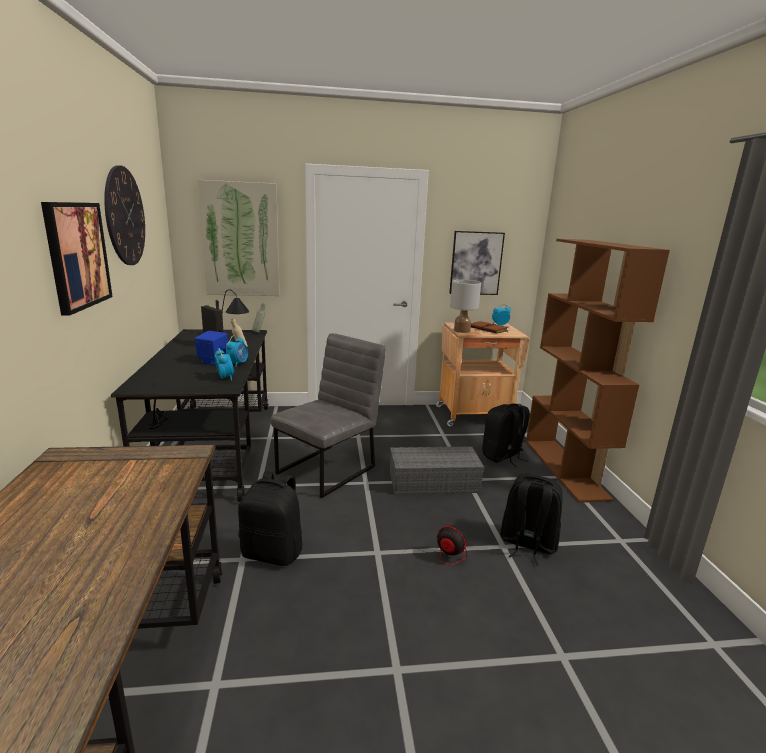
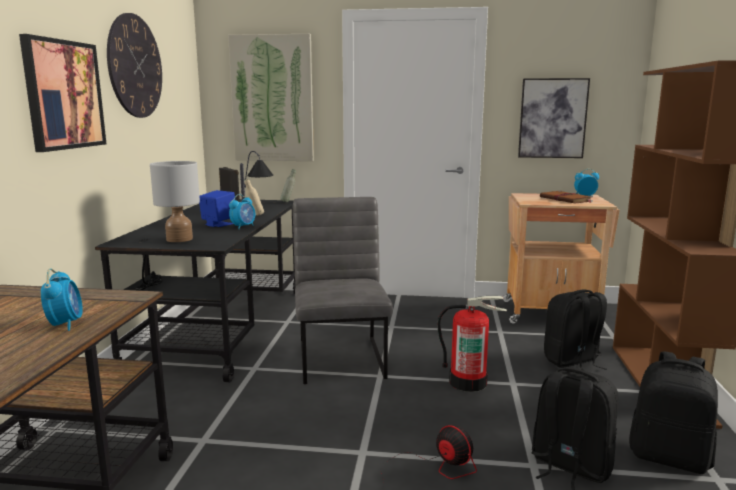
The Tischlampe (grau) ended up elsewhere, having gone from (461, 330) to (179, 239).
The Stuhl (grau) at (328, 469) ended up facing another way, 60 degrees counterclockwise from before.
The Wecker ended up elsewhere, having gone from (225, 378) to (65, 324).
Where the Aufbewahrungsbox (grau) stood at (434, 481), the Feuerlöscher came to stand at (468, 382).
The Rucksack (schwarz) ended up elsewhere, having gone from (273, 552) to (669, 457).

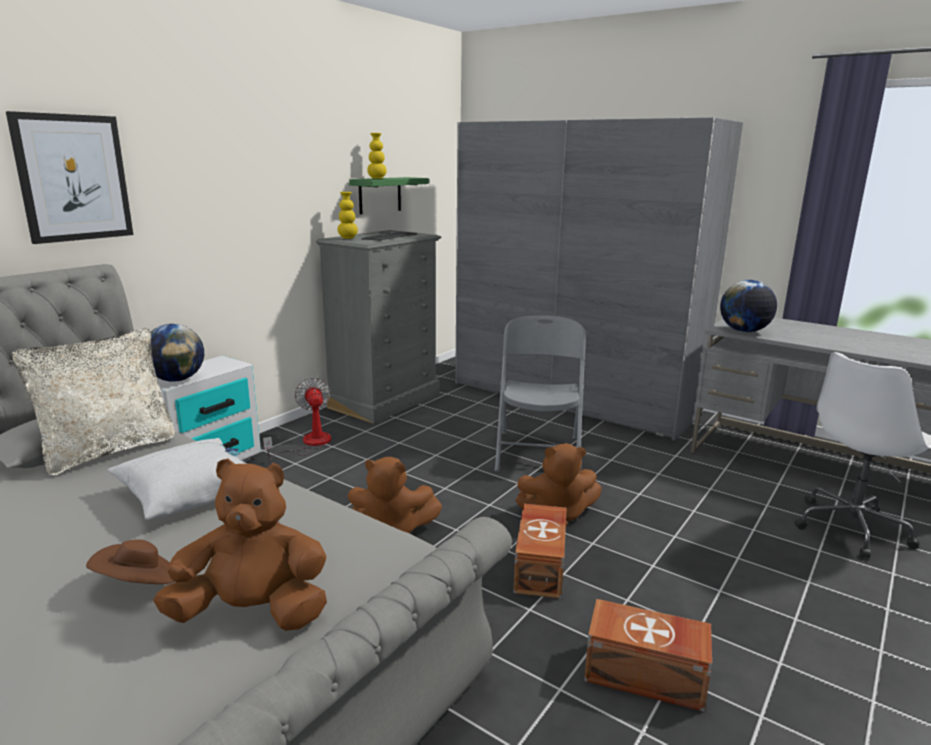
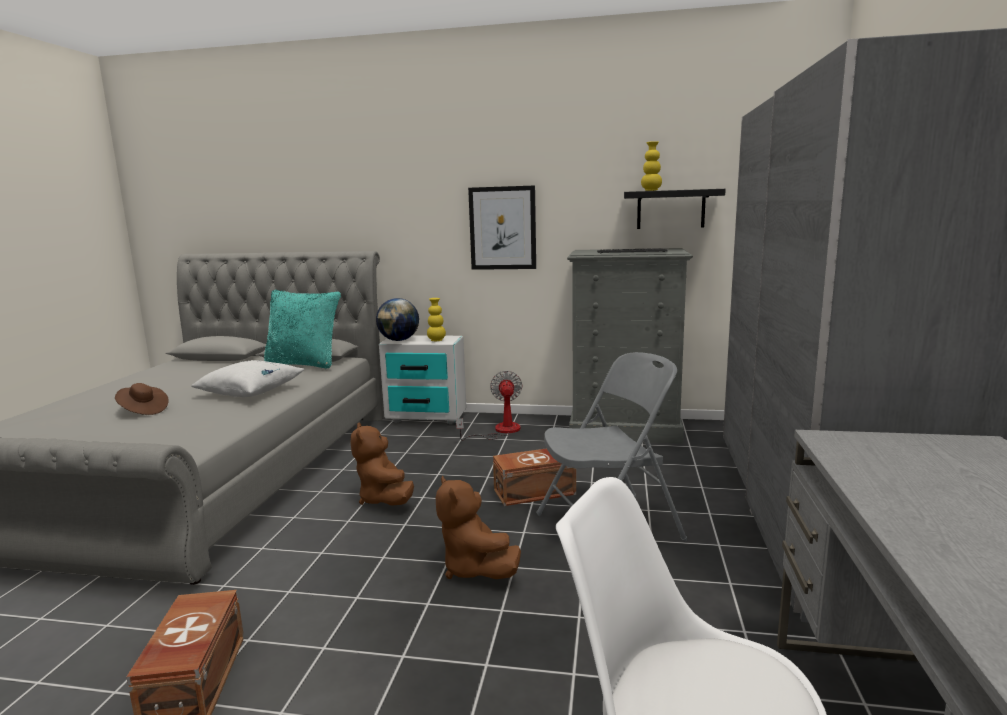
The Bild ended up elsewhere, having gone from (73, 178) to (503, 228).
What was the Wandregal (grün) at (380, 195) turned into the Wandregal (schwarz) at (670, 209).
The Vase (gelb) ended up elsewhere, having gone from (348, 238) to (436, 340).
The second view lost the Globus at (744, 331).
What was the Kissen (beige) at (112, 452) turned into the Kissen (türkis) at (304, 366).
The Ventilator at (309, 444) ended up facing another way, 45 degrees counterclockwise from before.
The second view lost the Plüschtier (braun) at (253, 613).
The Aufbewahrungsbox (braun) ended up elsewhere, having gone from (541, 566) to (536, 492).

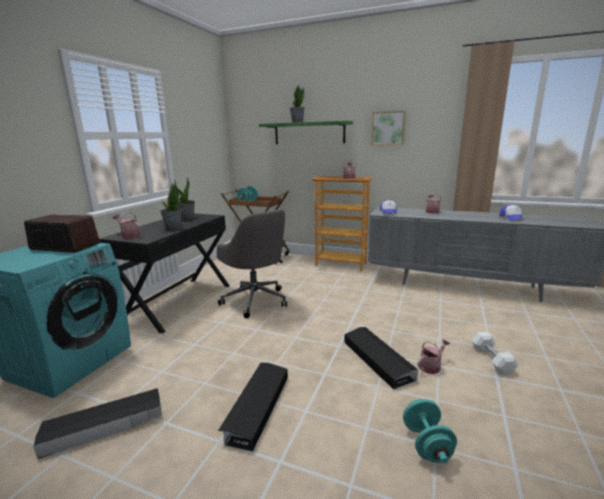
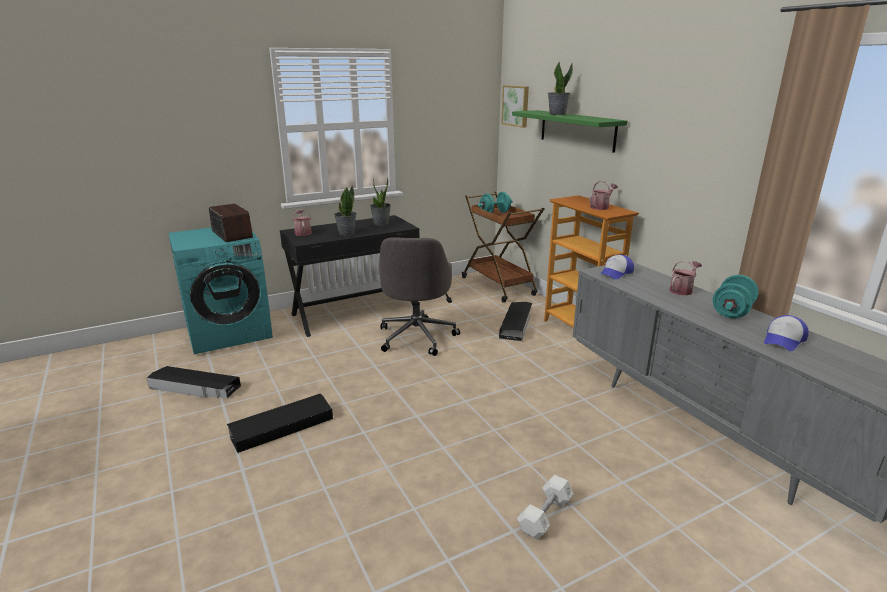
The Bild ended up elsewhere, having gone from (388, 128) to (516, 106).
The Aufbewahrungsbox (schwarz) ended up elsewhere, having gone from (377, 360) to (516, 324).
The second view lost the Gießkanne at (431, 366).
The Hantel (türkis) ended up elsewhere, having gone from (426, 444) to (732, 312).

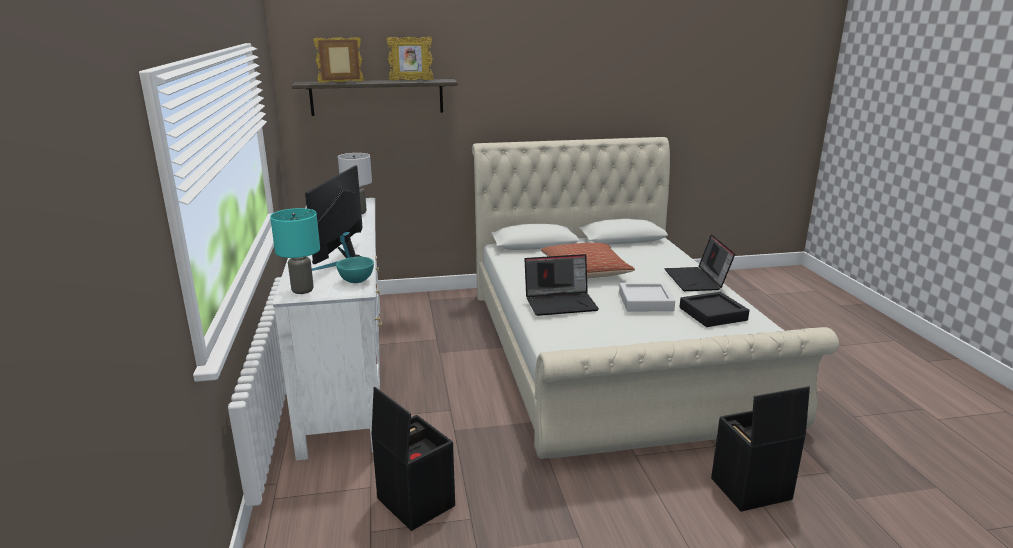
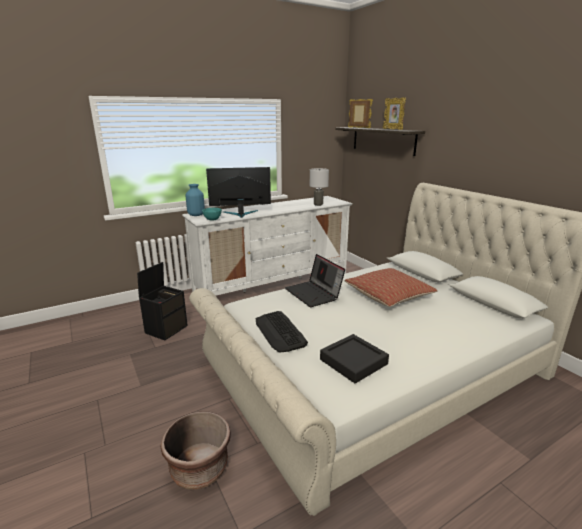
Where the Tischlampe (türkis) stood at (301, 291), the Vase (blau) came to stand at (196, 215).
The second view lost the Laptop at (697, 280).
The second view lost the Tablett (grau) at (645, 301).
Where the Aufbewahrungsbox (schwarz) stood at (750, 490), the Pflanzkübel (braun) came to stand at (199, 469).
The second view gained the Tastatur at (279, 332).

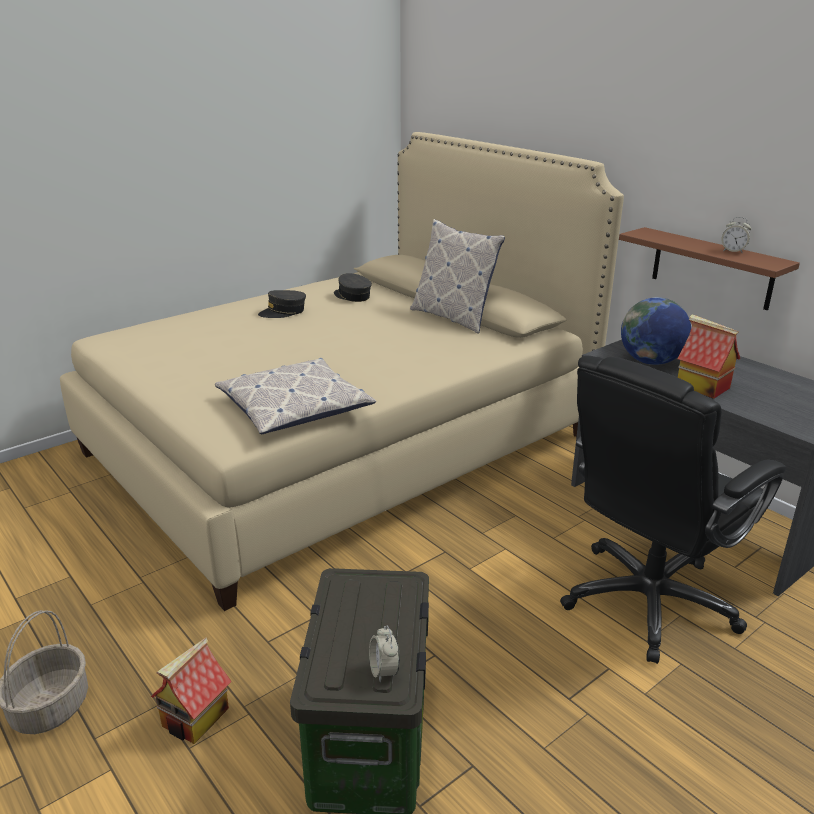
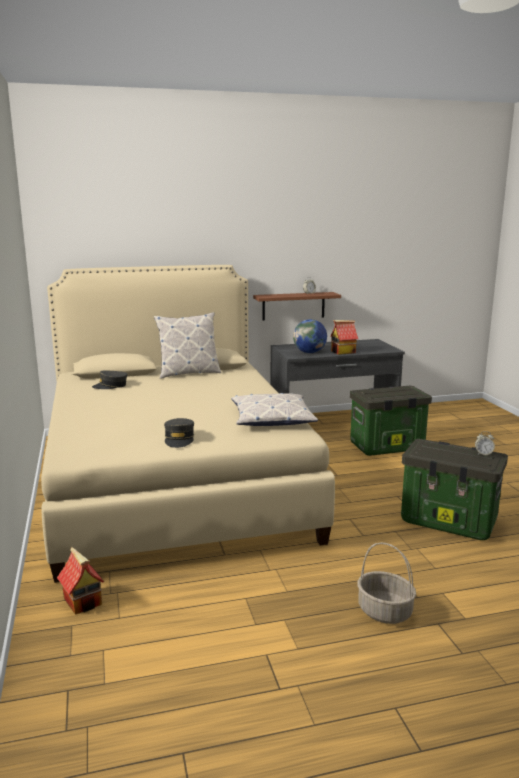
The Kappe (grau) ended up elsewhere, having gone from (283, 312) to (179, 439).
Where the Bürostuhl (schwarz) stood at (648, 600), the Aufbewahrungsbox came to stand at (386, 447).
The Spielzeughaus ended up elsewhere, having gone from (195, 718) to (83, 601).

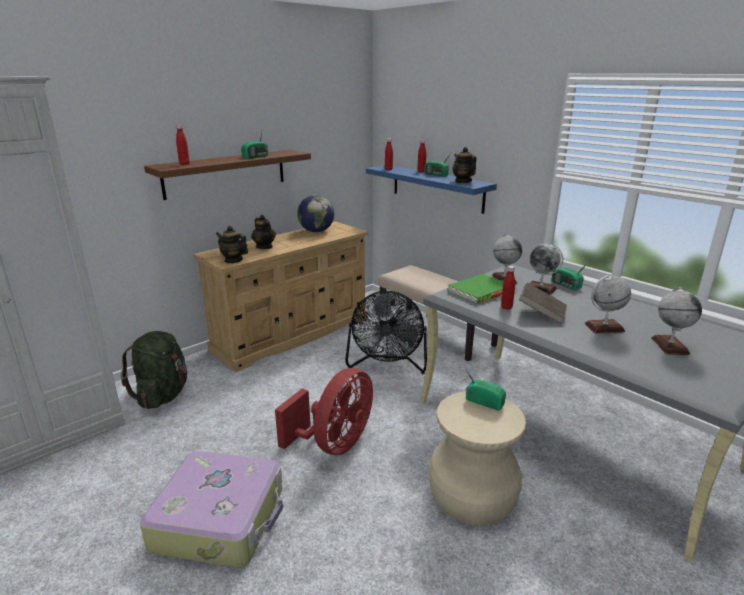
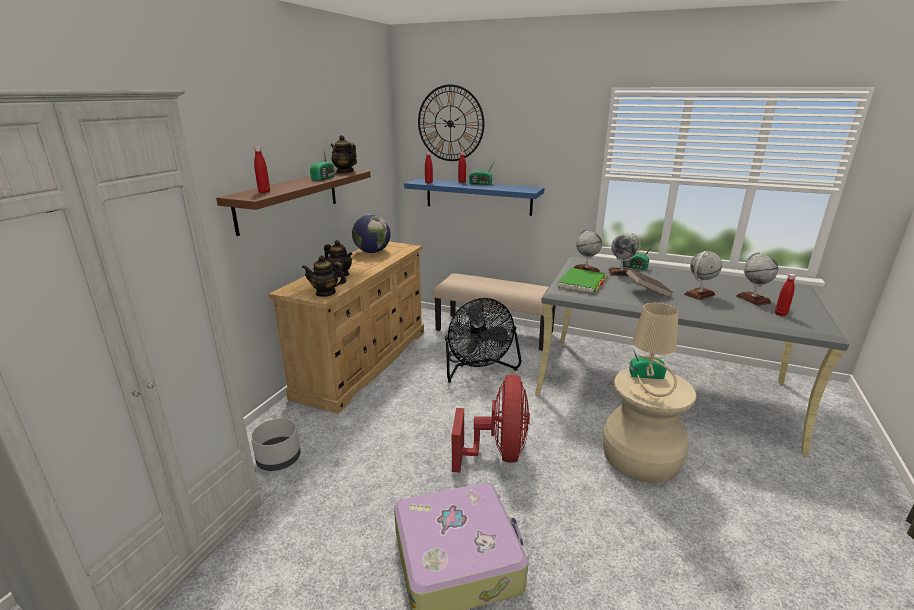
The Teekanne ended up elsewhere, having gone from (463, 181) to (345, 172).
The Flasche (rot) ended up elsewhere, having gone from (506, 307) to (780, 314).
Where the Rucksack (grün) stood at (163, 395), the Pflanzkübel (grau) came to stand at (278, 459).
The second view gained the Wanduhr at (450, 123).
The second view gained the Tischlampe (beige) at (647, 394).

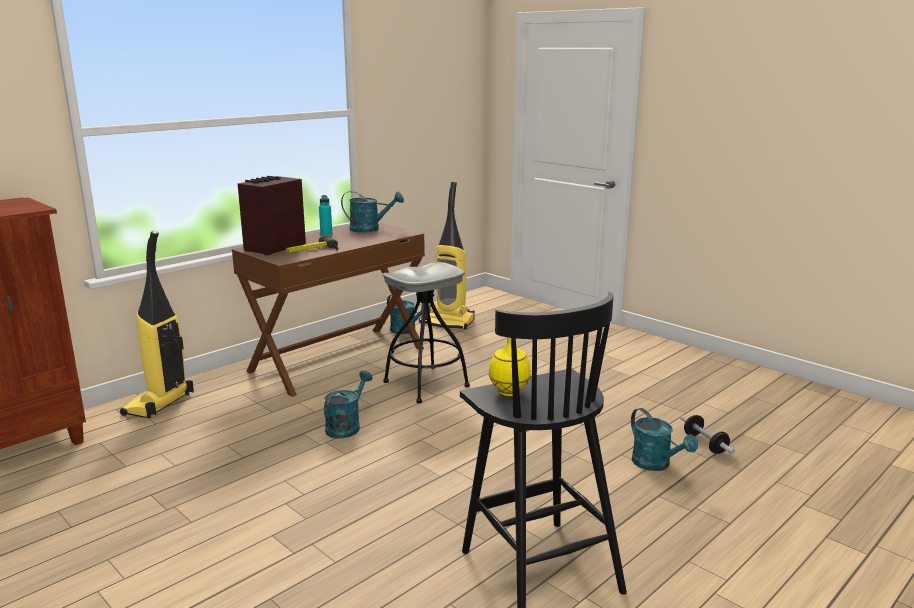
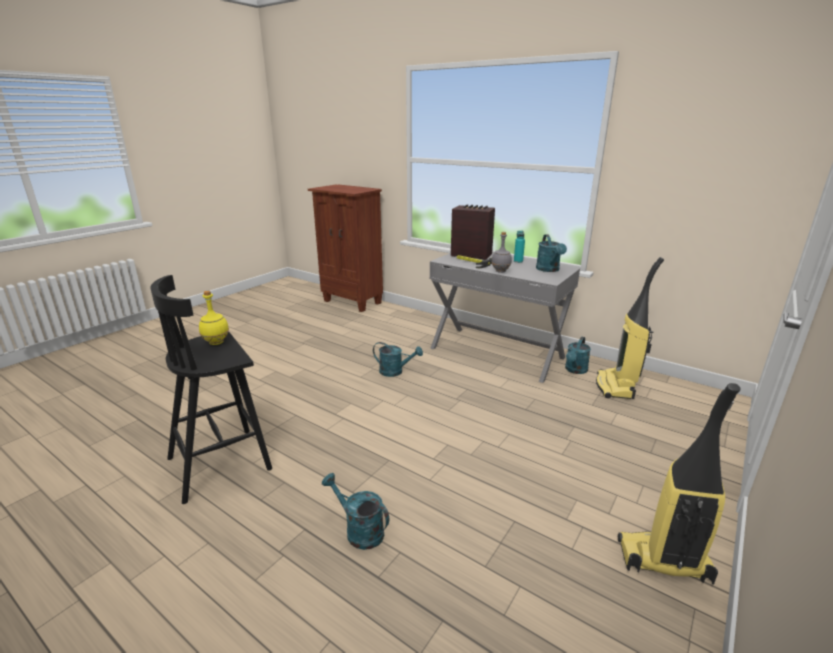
What was the Schreibtisch (braun) at (337, 359) turned into the Schreibtisch (grau) at (496, 352).
The Staubsauger ended up elsewhere, having gone from (159, 404) to (662, 562).
The second view lost the Hocker (grau) at (425, 384).
The Gießkanne (türkis) at (656, 465) ended up facing another way, 75 degrees clockwise from before.
The second view lost the Hantel at (705, 444).
The second view gained the Flasche (grau) at (501, 271).

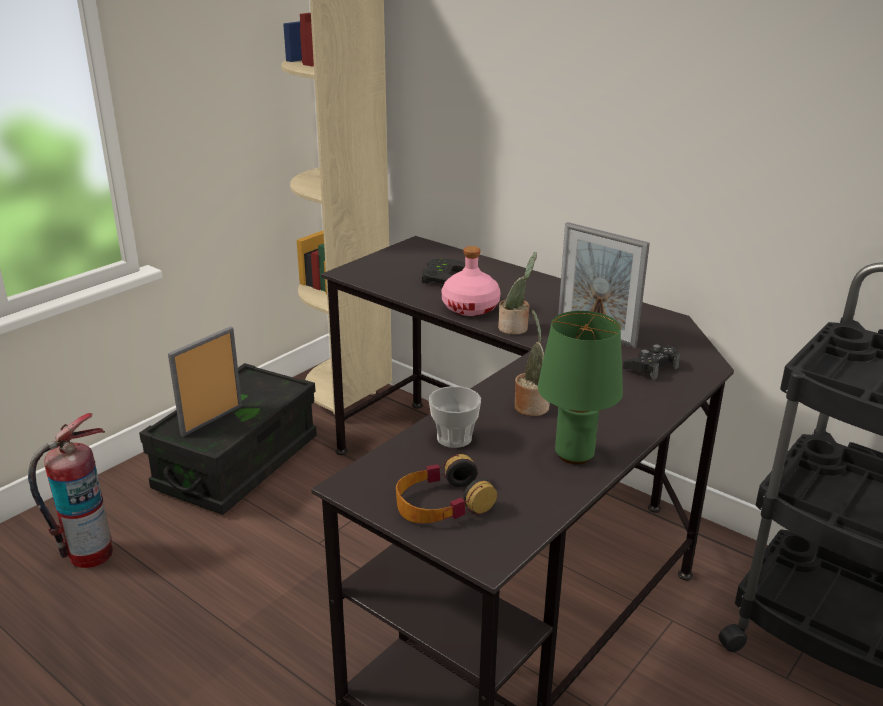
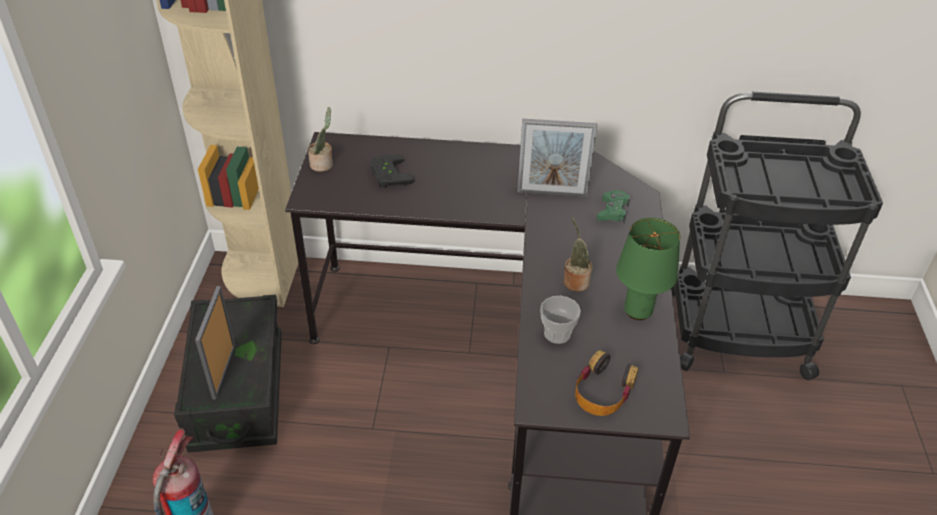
The second view lost the Flasche (rosa) at (470, 307).
The Topfpflanze ended up elsewhere, having gone from (515, 328) to (323, 164).
What was the Gamepad (schwarz) at (651, 367) turned into the Gamepad (grün) at (613, 211).

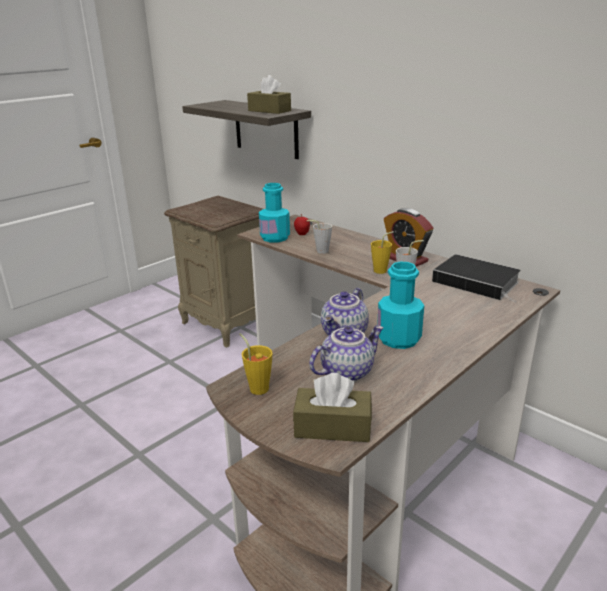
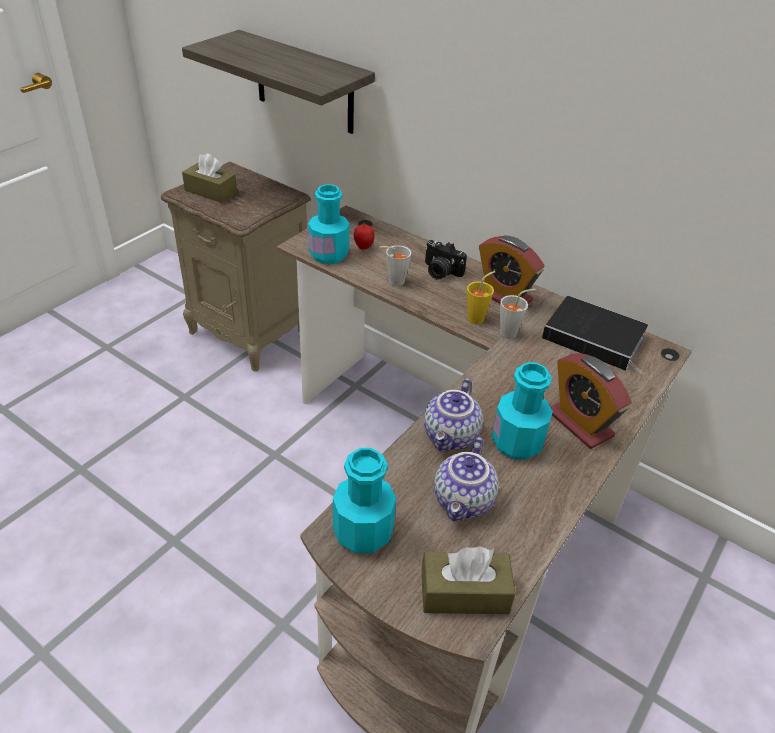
The Taschentuchbox (braun) ended up elsewhere, having gone from (269, 111) to (211, 191).
The Teekanne at (346, 371) ended up facing another way, 150 degrees clockwise from before.
Where the Tasse (gelb) stood at (257, 386), the Flasche (türkis) came to stand at (363, 532).
The second view gained the Kamera at (440, 272).
The second view gained the Wecker at (580, 424).

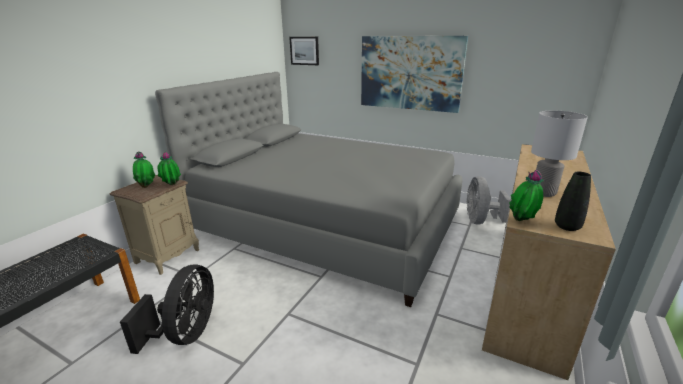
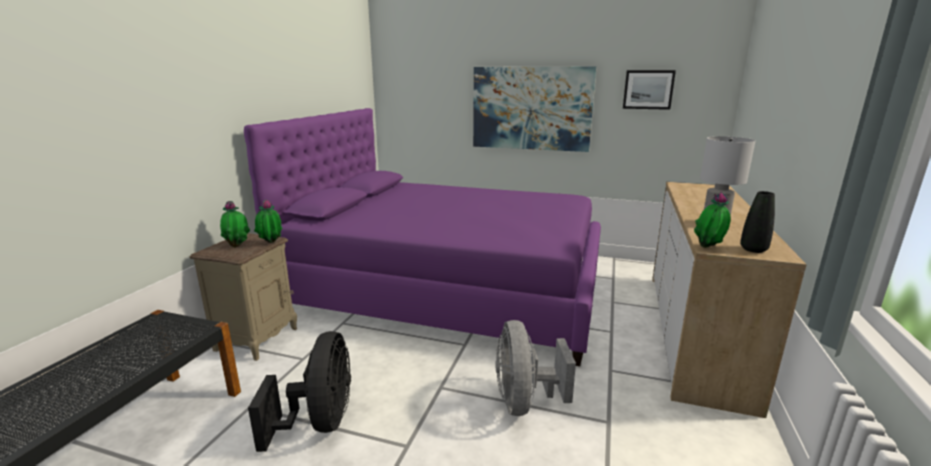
The Bild ended up elsewhere, having gone from (304, 50) to (648, 89).
What was the Bett (grau) at (326, 224) turned into the Bett (lila) at (448, 288).
The Ventilator (grau) ended up elsewhere, having gone from (480, 221) to (524, 402).

